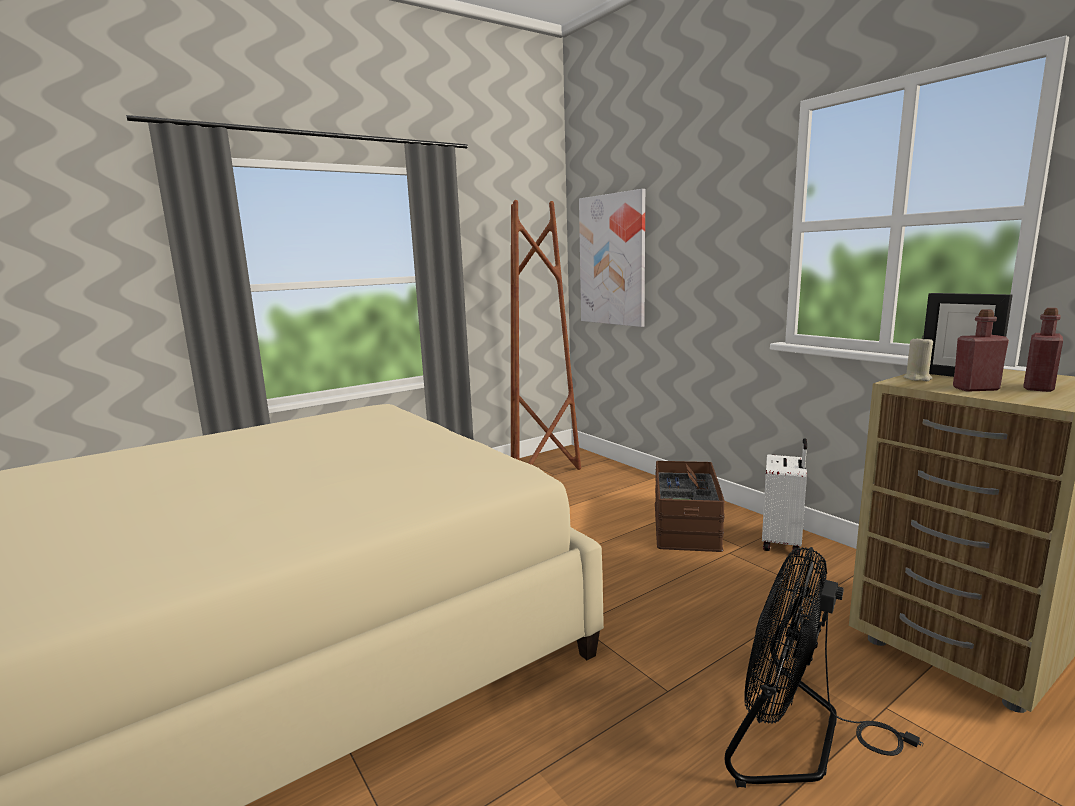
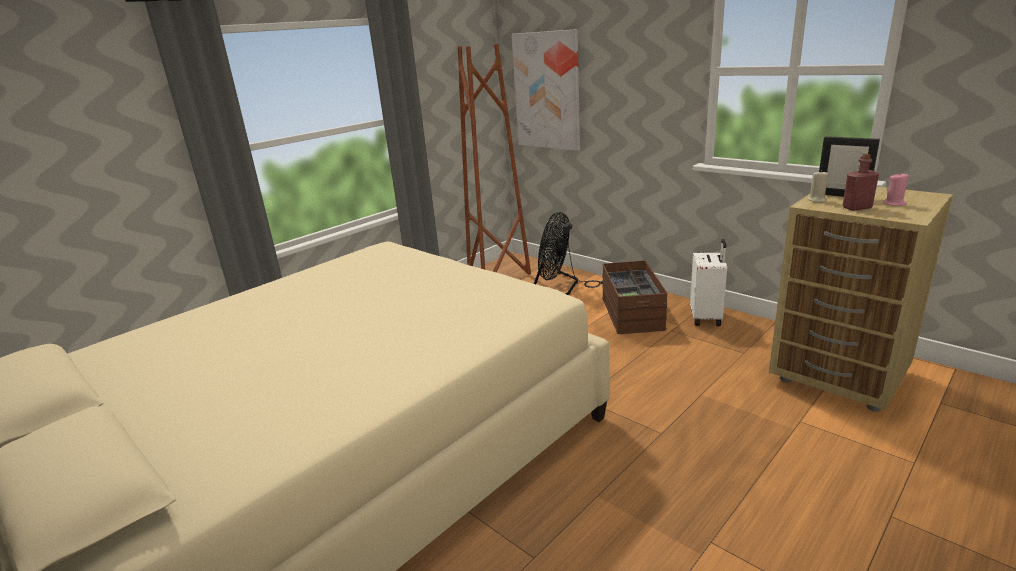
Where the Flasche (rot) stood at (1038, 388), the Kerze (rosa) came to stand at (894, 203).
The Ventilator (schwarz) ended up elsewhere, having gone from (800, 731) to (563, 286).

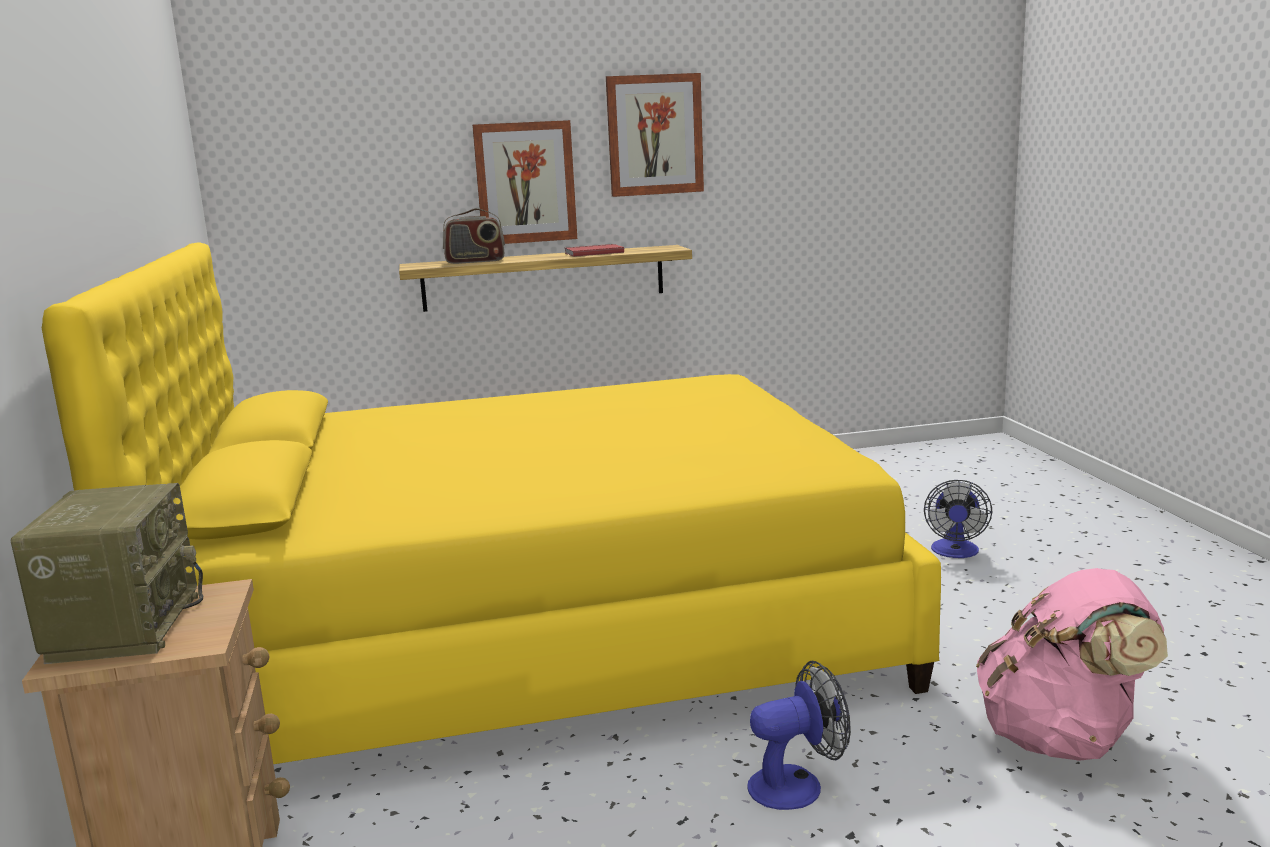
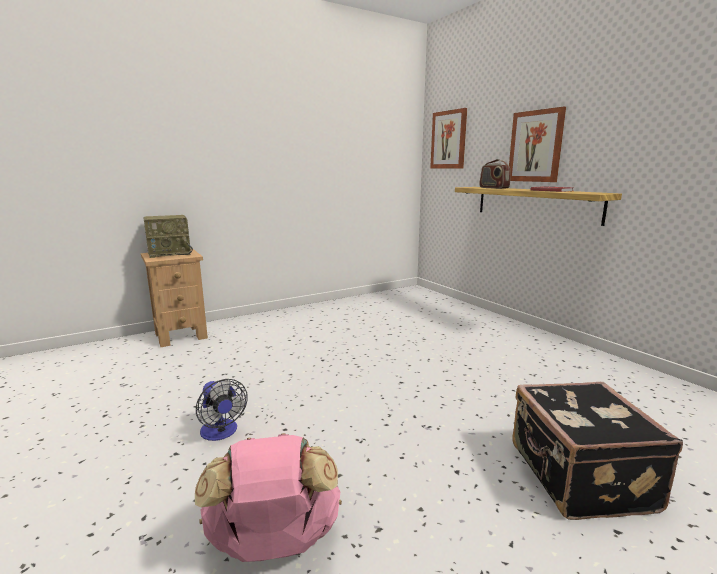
The Bild ended up elsewhere, having gone from (654, 135) to (448, 140).
The second view lost the Bett (gelb) at (532, 629).
Where the Ventilator stood at (955, 552), the Koffer (schwarz) came to stand at (578, 477).

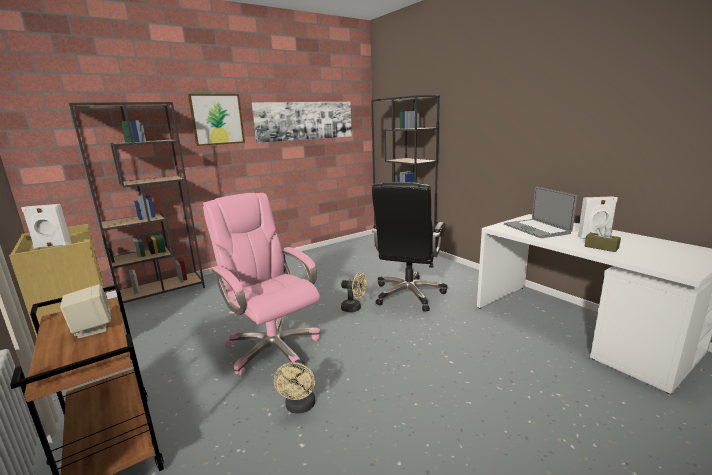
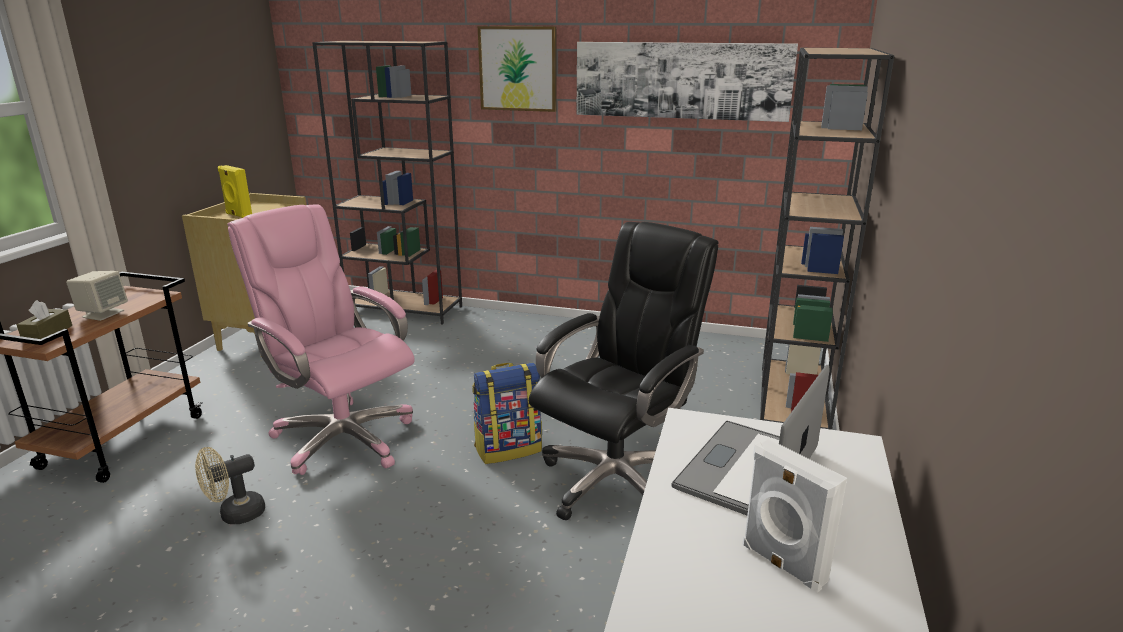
The Bürostuhl (schwarz) at (408, 294) ended up facing another way, 150 degrees clockwise from before.
The Bürostuhl (rosa) at (273, 349) ended up facing another way, 60 degrees counterclockwise from before.
What was the Lautsprecher (weiß) at (52, 246) turned into the Lautsprecher (gelb) at (238, 215).
The Taschentuchbox (braun) ended up elsewhere, having gone from (601, 247) to (47, 333).
Where the Ventilator (beige) stood at (354, 308), the Rucksack came to stand at (508, 448).

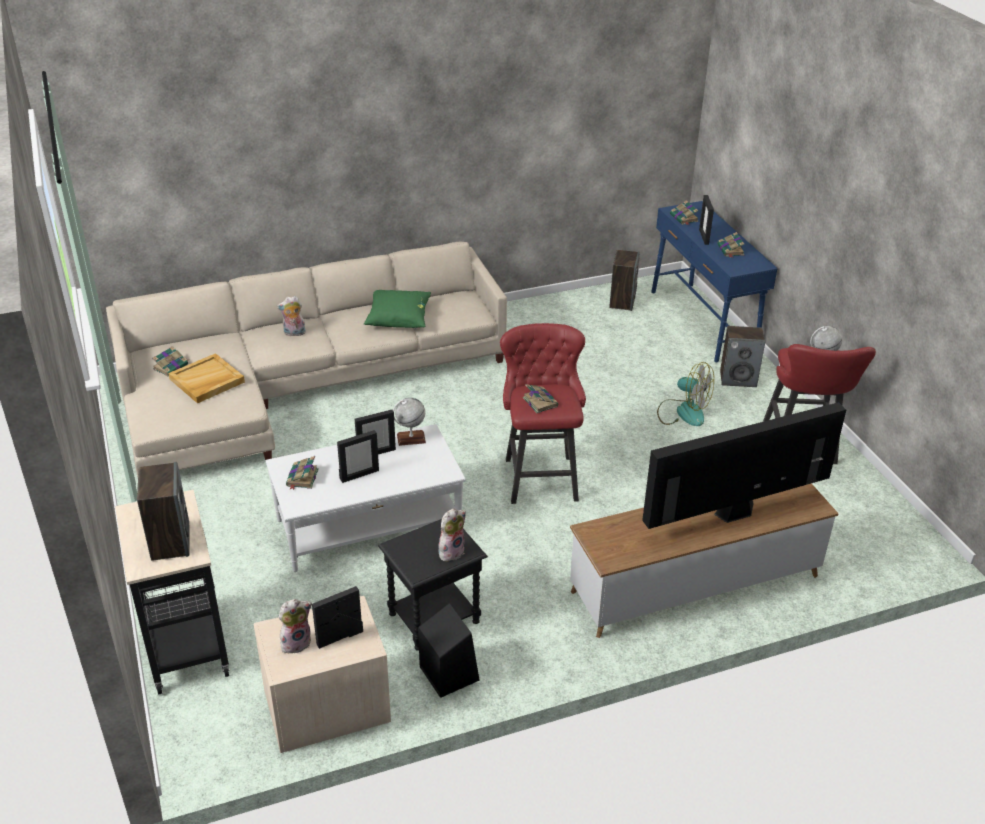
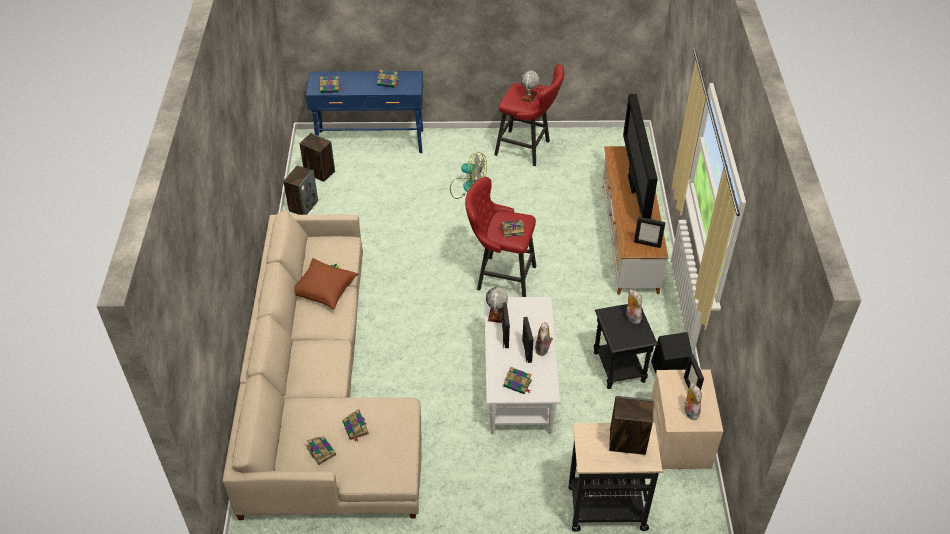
The Bilderrahmen ended up elsewhere, having gone from (704, 237) to (647, 243).
What was the Kissen (grün) at (398, 318) turned into the Kissen (braun) at (324, 290).
The Plüschtier ended up elsewhere, having gone from (294, 333) to (543, 349).
The Lautsprecher ended up elsewhere, having gone from (738, 379) to (303, 206).
Where the Tablett (beige) stood at (207, 381), the Buch came to stand at (356, 428).
The Ventilator at (683, 412) ended up facing another way, 60 degrees clockwise from before.

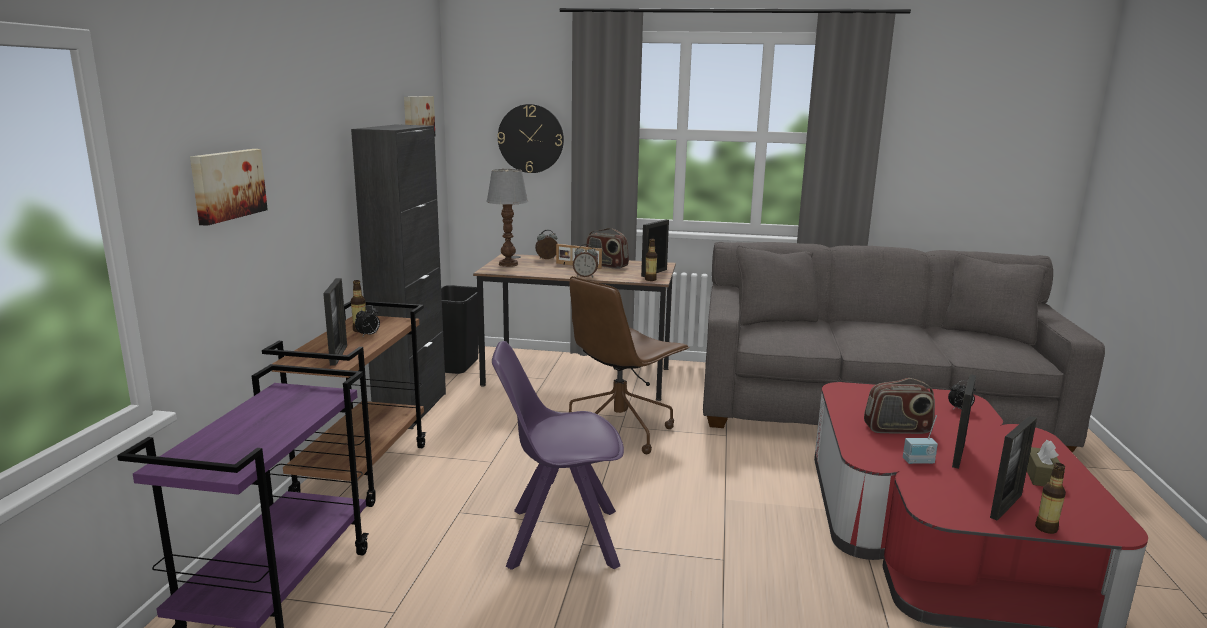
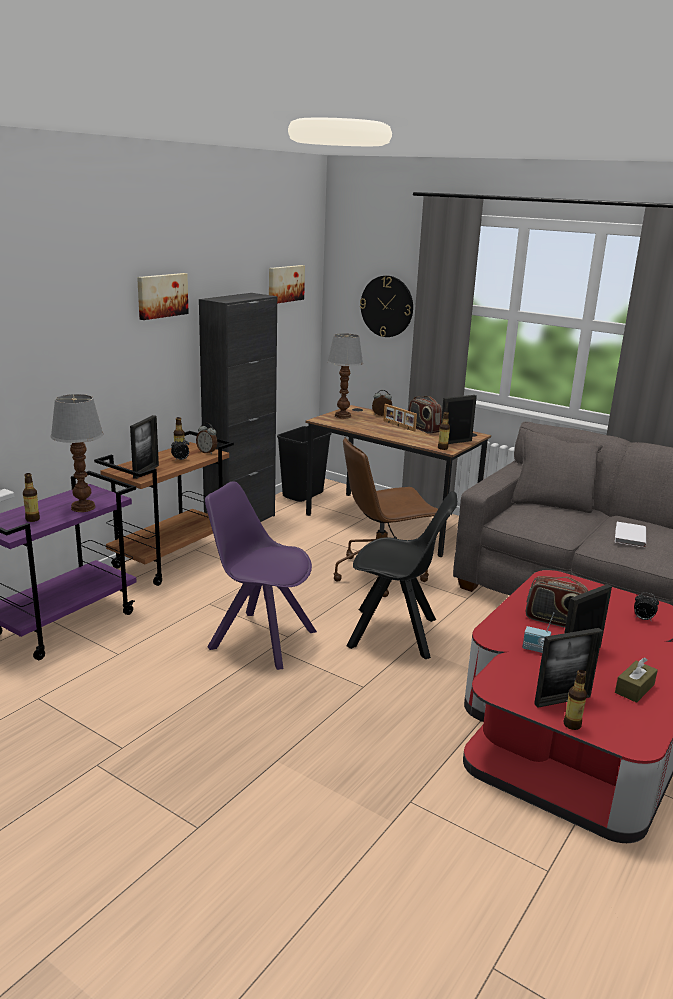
The Bild ended up elsewhere, having gone from (227, 185) to (161, 295).
The Wecker ended up elsewhere, having gone from (585, 276) to (207, 452).
The second view gained the Tischlampe at (83, 508).
The second view gained the Flasche at (32, 519).
The second view gained the Stuhl (schwarz) at (396, 634).
The second view gained the Buch (weiß) at (629, 536).

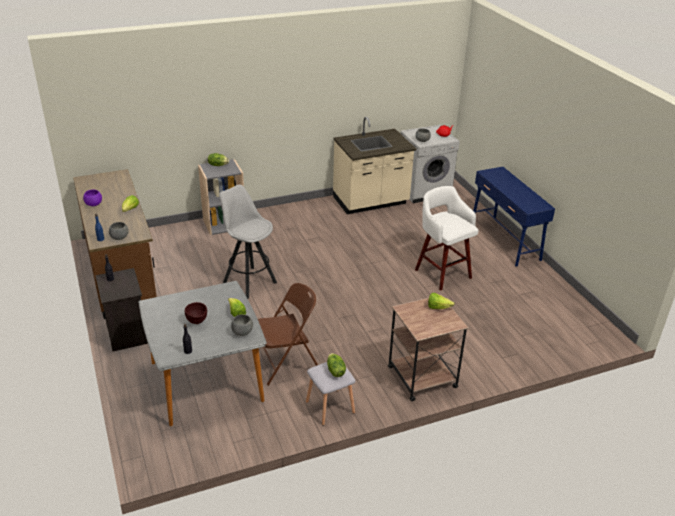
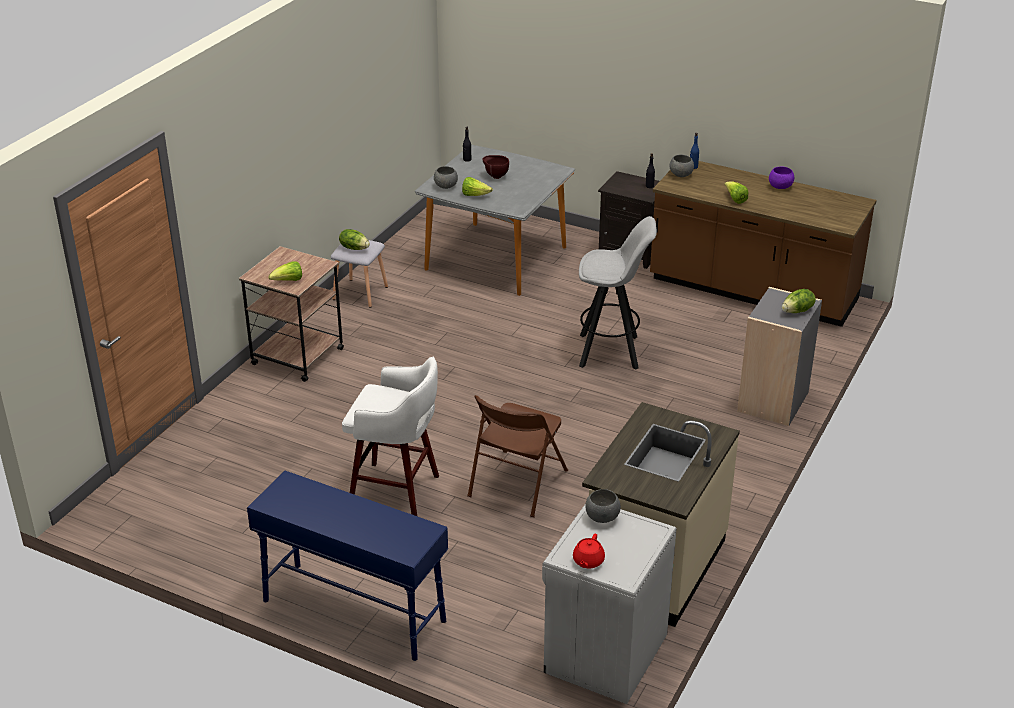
The Stuhl (braun) ended up elsewhere, having gone from (286, 362) to (517, 483).

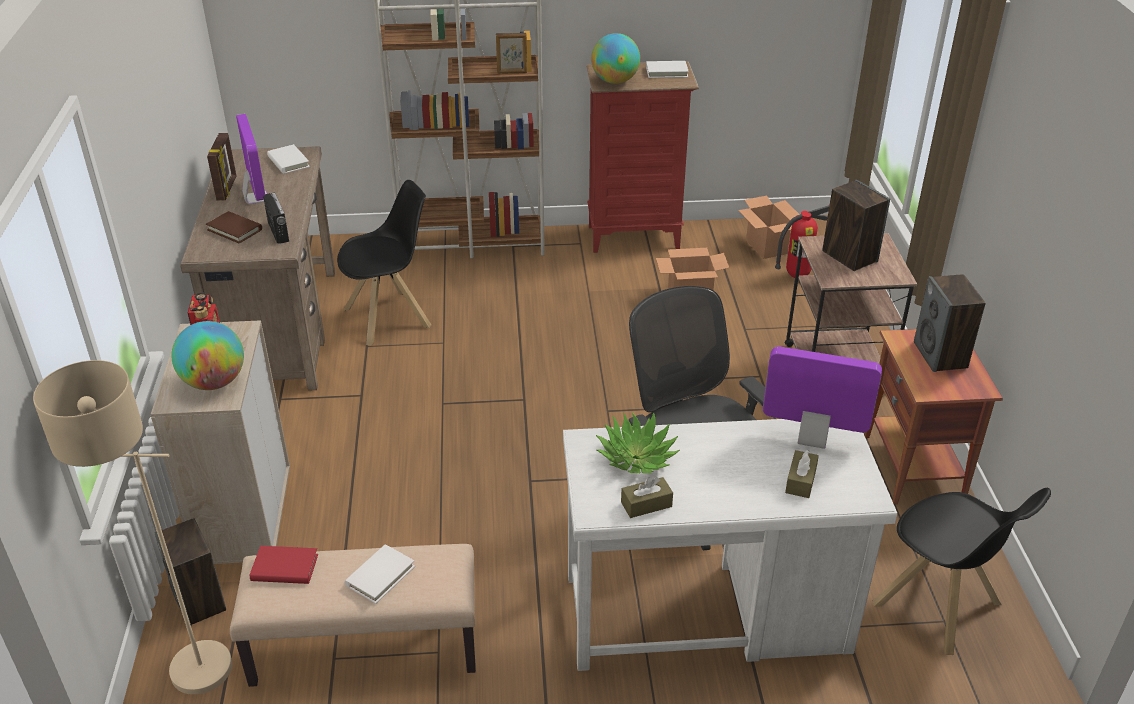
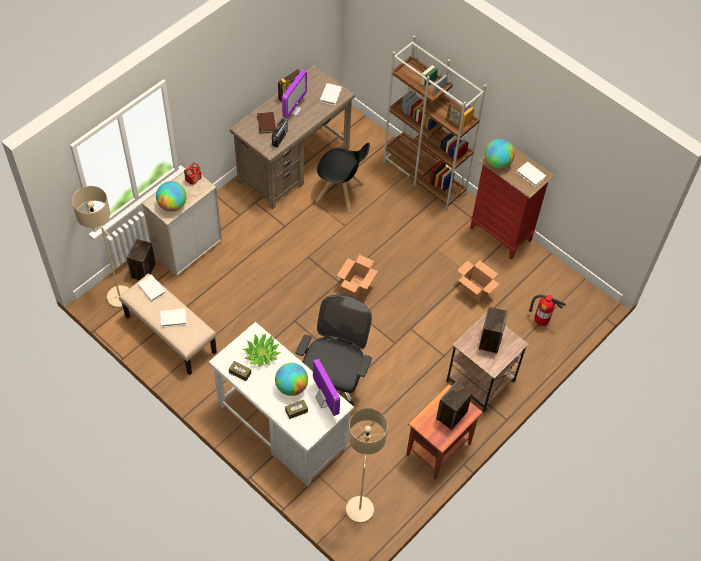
The Karton ended up elsewhere, having gone from (767, 247) to (356, 287).
Where the Stuhl (schwarz) stood at (940, 606), the Stehlampe (beige) came to stand at (360, 502).
What was the Buch (rot) at (284, 568) turned into the Buch (weiß) at (151, 289).
The second view gained the Globus at (291, 387).

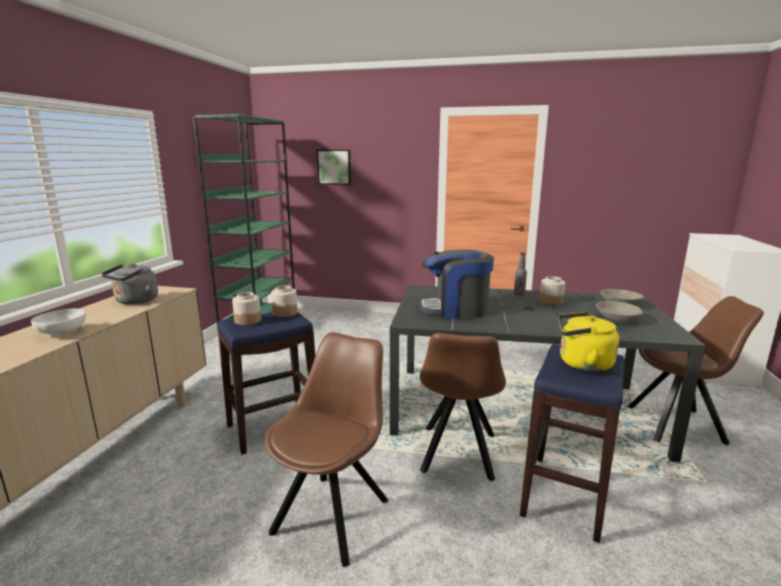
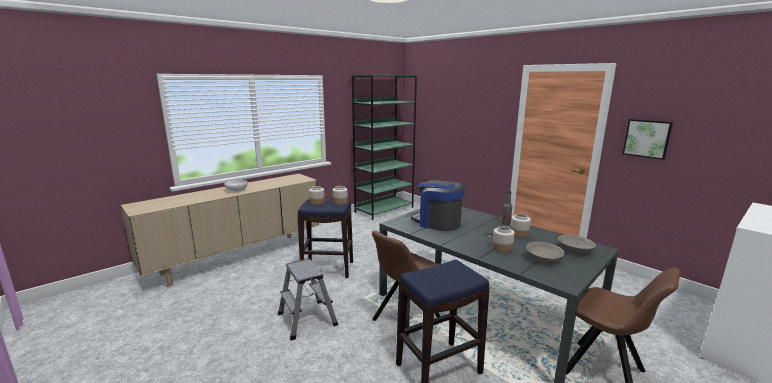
The Bild ended up elsewhere, having gone from (334, 167) to (647, 138).
The second view lost the Wasserkessel (grau) at (135, 301).
The second view lost the Wasserkessel (gelb) at (581, 364).
Where the Stuhl (braun) stood at (332, 516), the Trittleiter (grau) came to stand at (307, 319).
The second view gained the Vorratsglas at (502, 248).

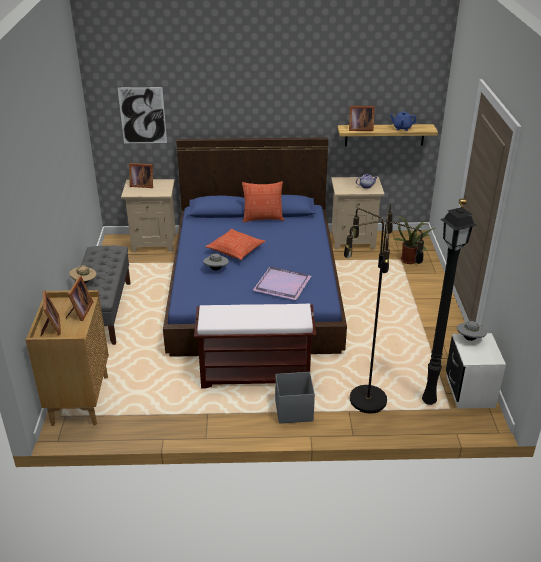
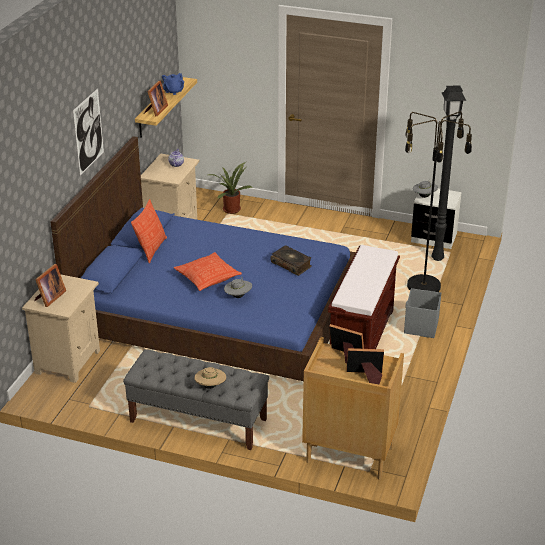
The Bild ended up elsewhere, having gone from (142, 115) to (88, 132).
Where the Tablett (lila) stood at (282, 285), the Buch came to stand at (291, 264).

